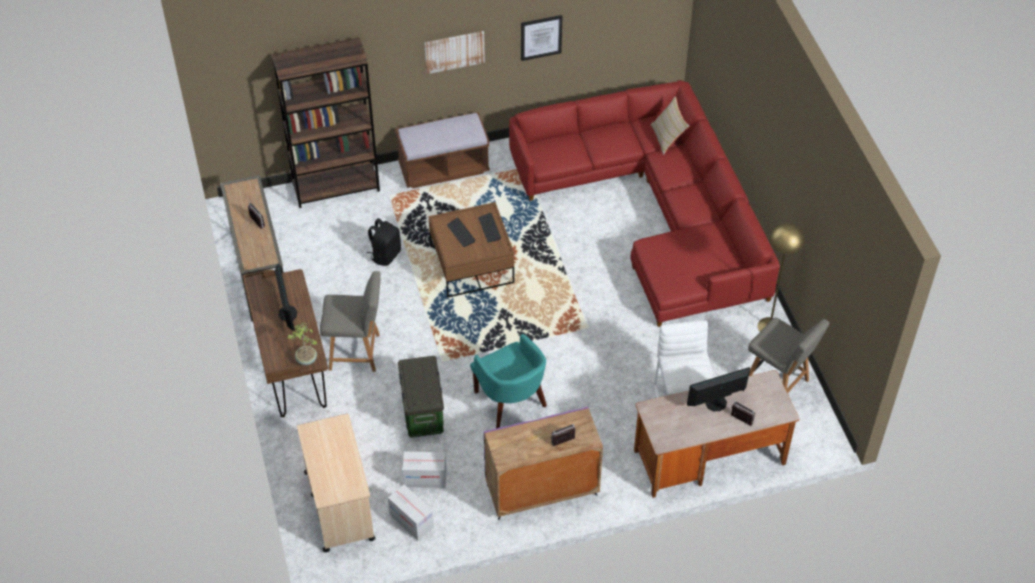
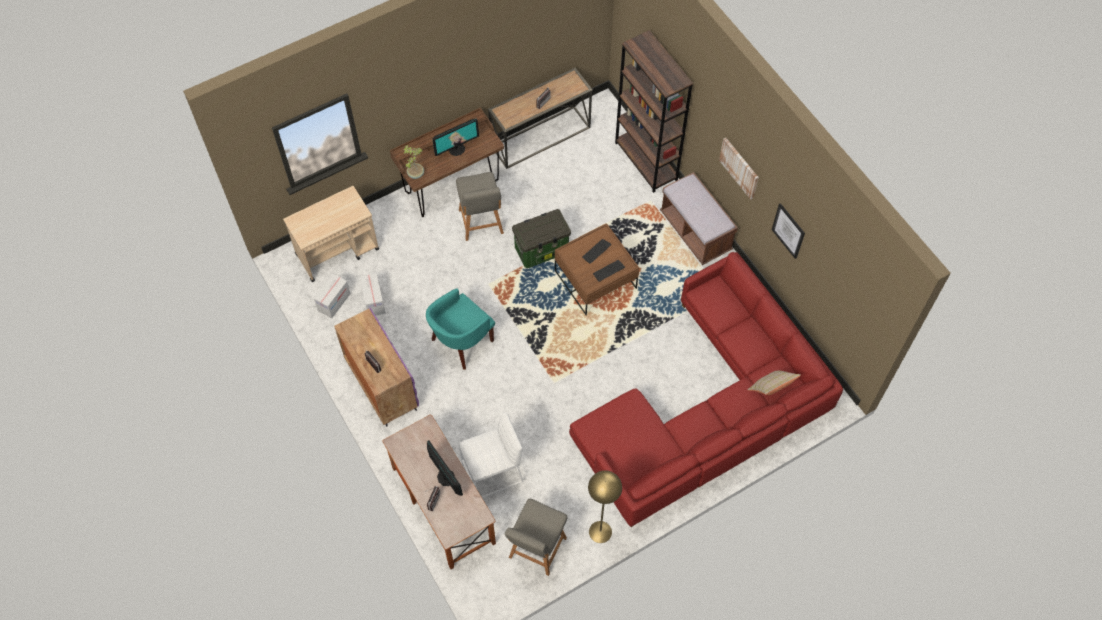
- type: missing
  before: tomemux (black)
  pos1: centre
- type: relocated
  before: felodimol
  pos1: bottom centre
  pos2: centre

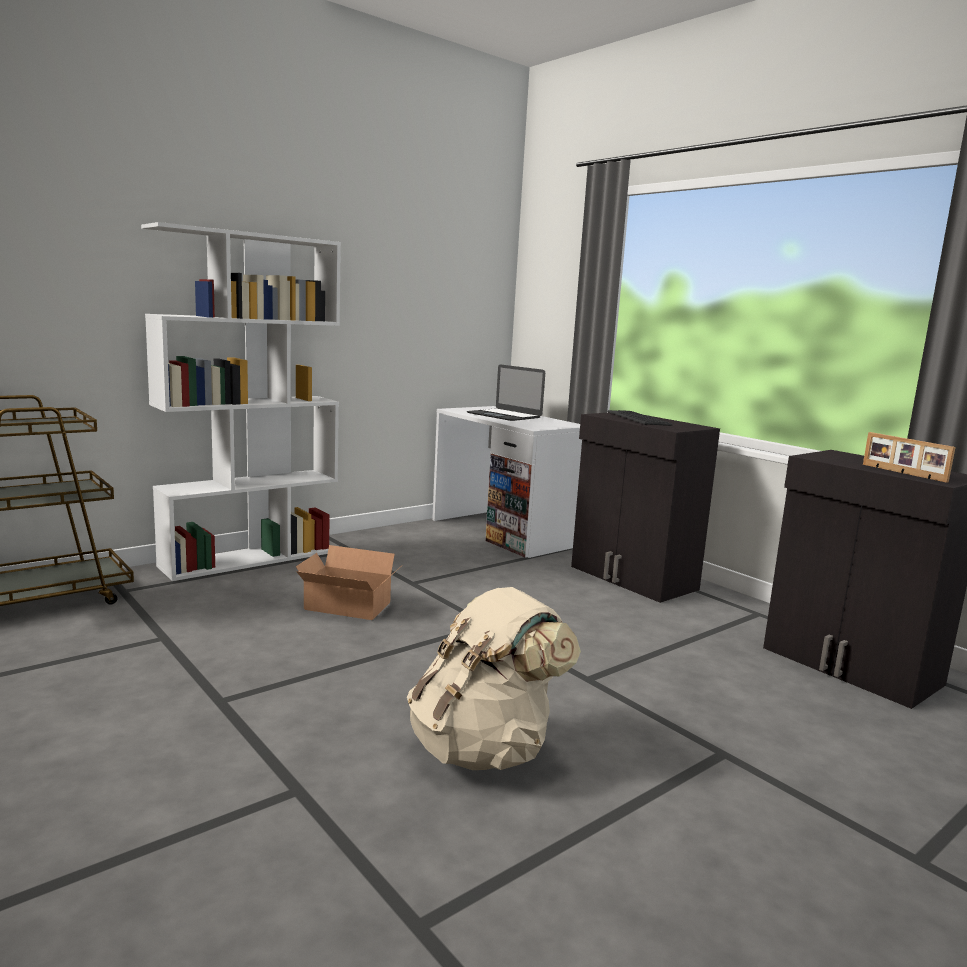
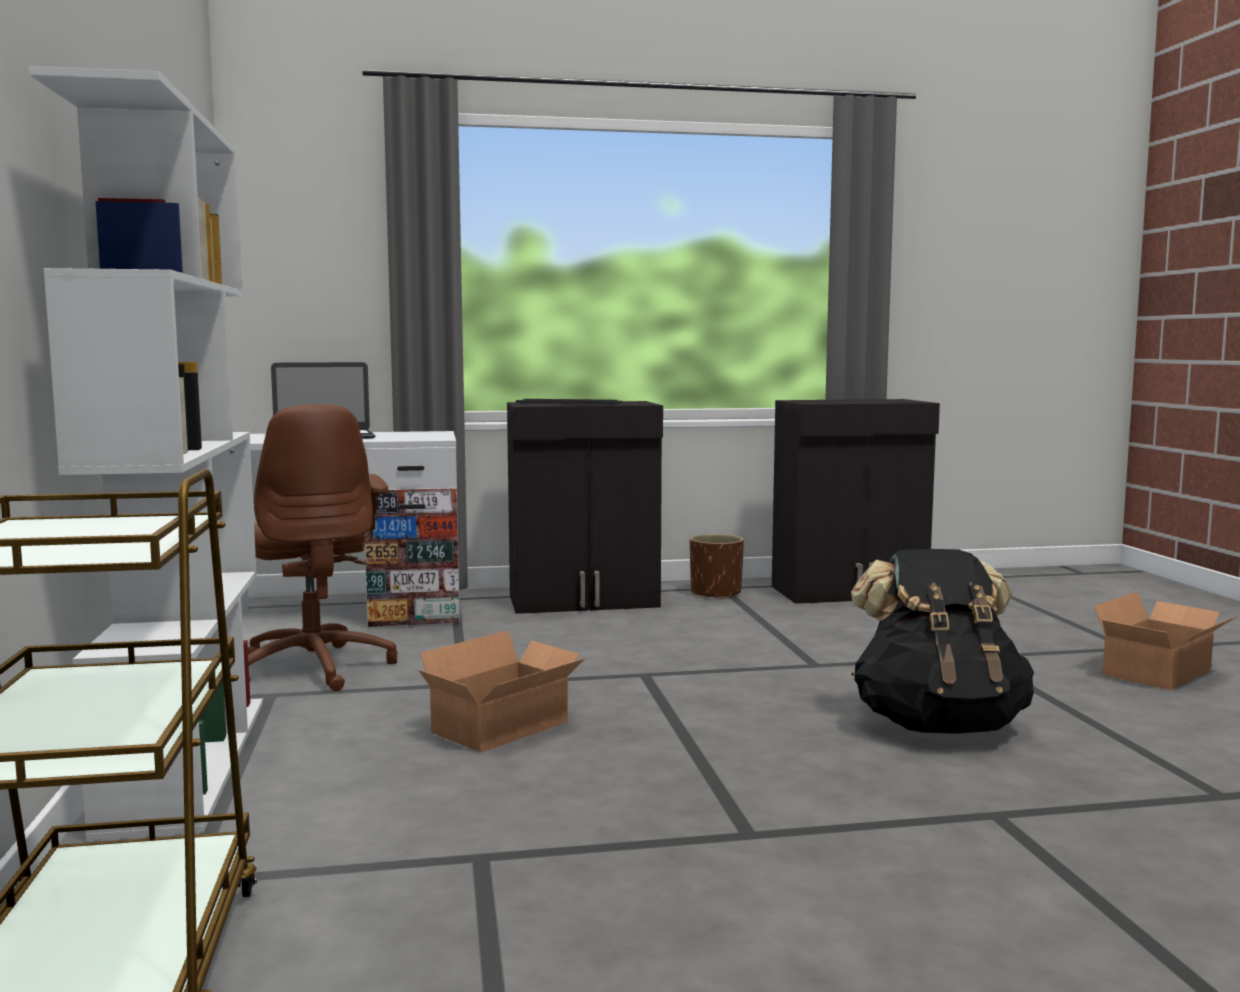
- type: missing
  before: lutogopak
  pos1: middle right
- type: colour
  before: tomemux (beige)
  after: tomemux (black)
  pos1: bottom centre
  pos2: middle right
- type: appeared
  after: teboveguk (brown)
  pos2: middle left
- type: appeared
  after: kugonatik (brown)
  pos2: centre
- type: appeared
  after: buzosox (no. 2 from left)
  pos2: middle right

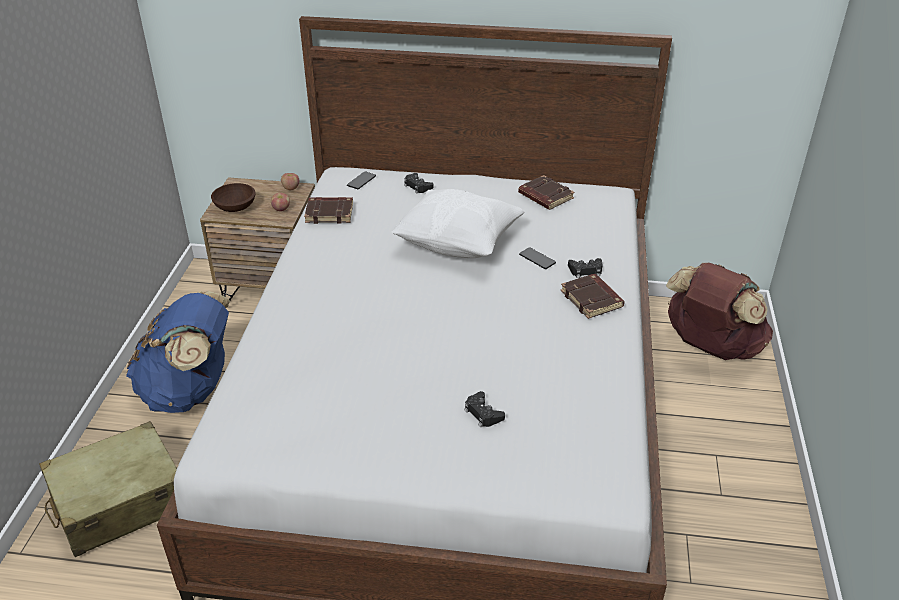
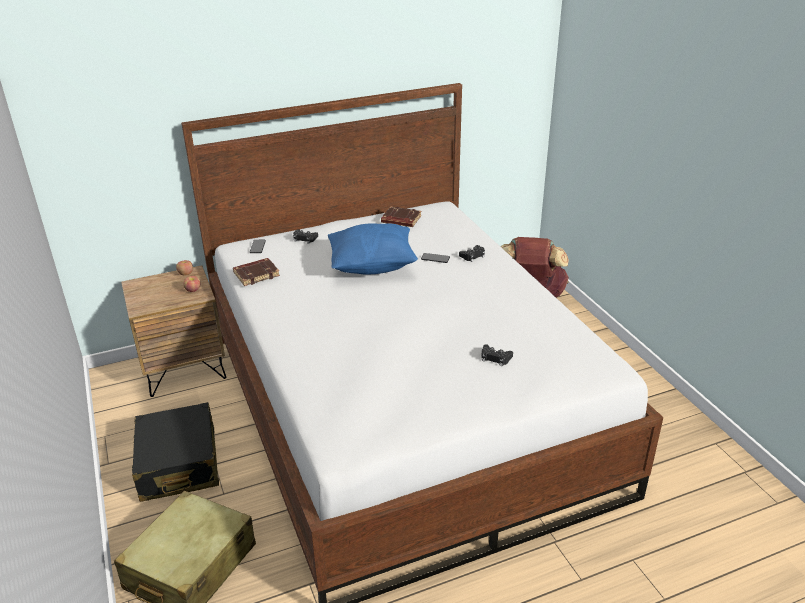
- type: missing
  before: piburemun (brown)
  pos1: top left
- type: colour
  before: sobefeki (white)
  after: sobefeki (blue)
  pos1: centre
  pos2: centre
- type: missing
  before: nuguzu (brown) (no. 3 from left)
  pos1: centre
- type: exchanged
  before: tomemux (blue)
  after: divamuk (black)
  pos1: middle left
  pos2: bottom left

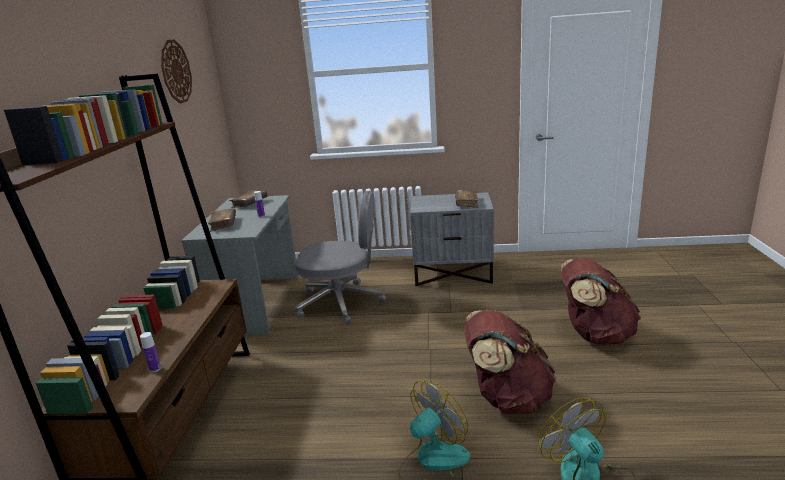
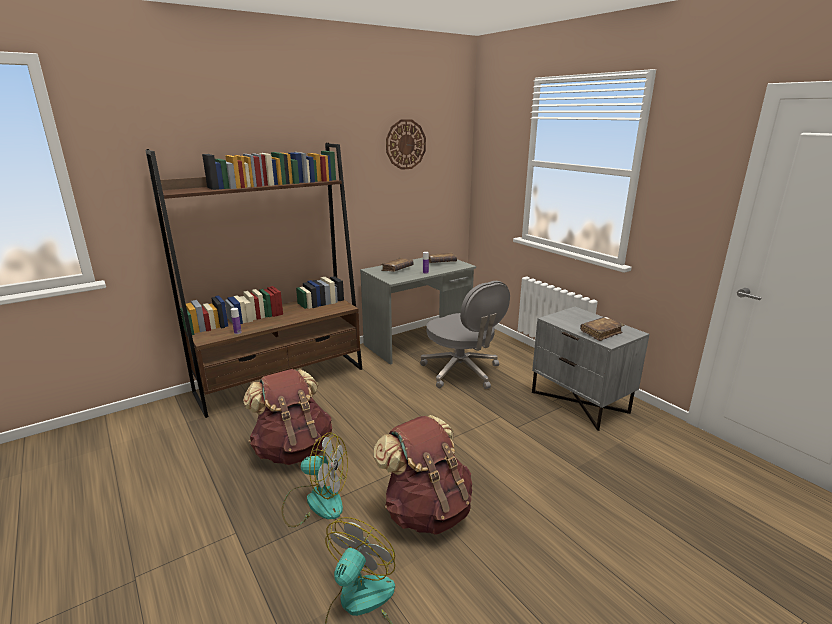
- type: relocated
  before: tomemux (brown) (no. 2 from left in the first image)
  after: tomemux (brown) (no. 1 from left)
  pos1: middle right
  pos2: bottom centre

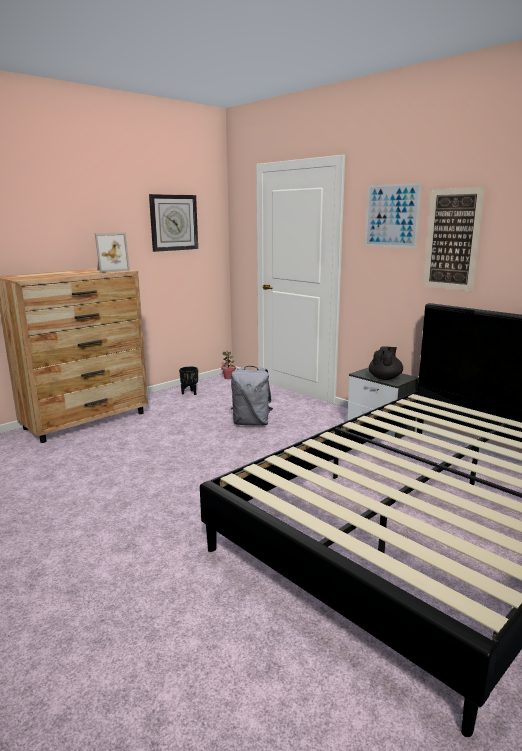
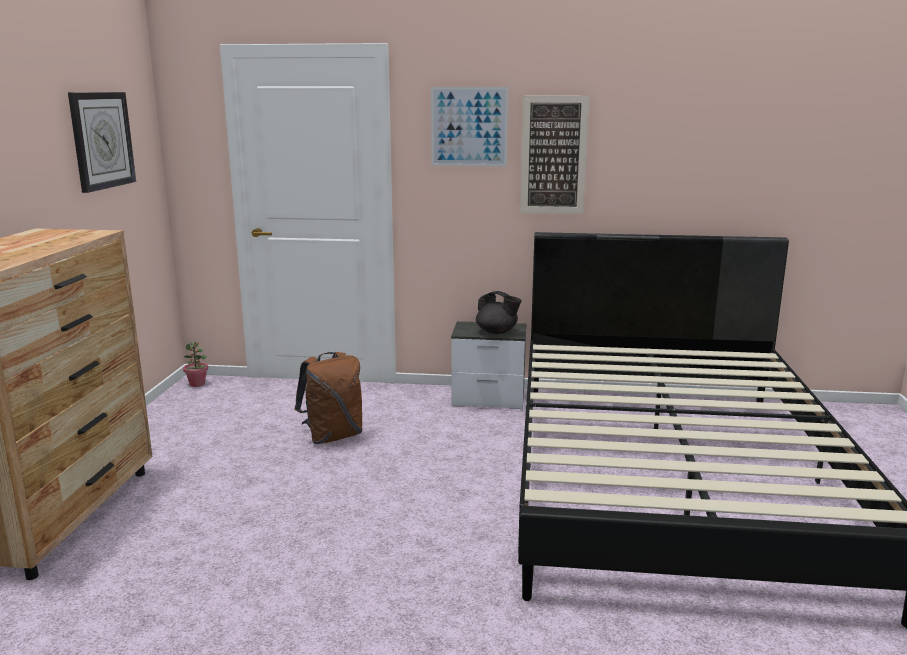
- type: missing
  before: lutogopak
  pos1: middle left
- type: spun
  before: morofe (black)
  pos1: middle right
  pos2: centre
  turn: 135
- type: missing
  before: kugonatik (black)
  pos1: centre
- type: colour
  before: tomemux (grey)
  after: tomemux (brown)
  pos1: centre
  pos2: centre

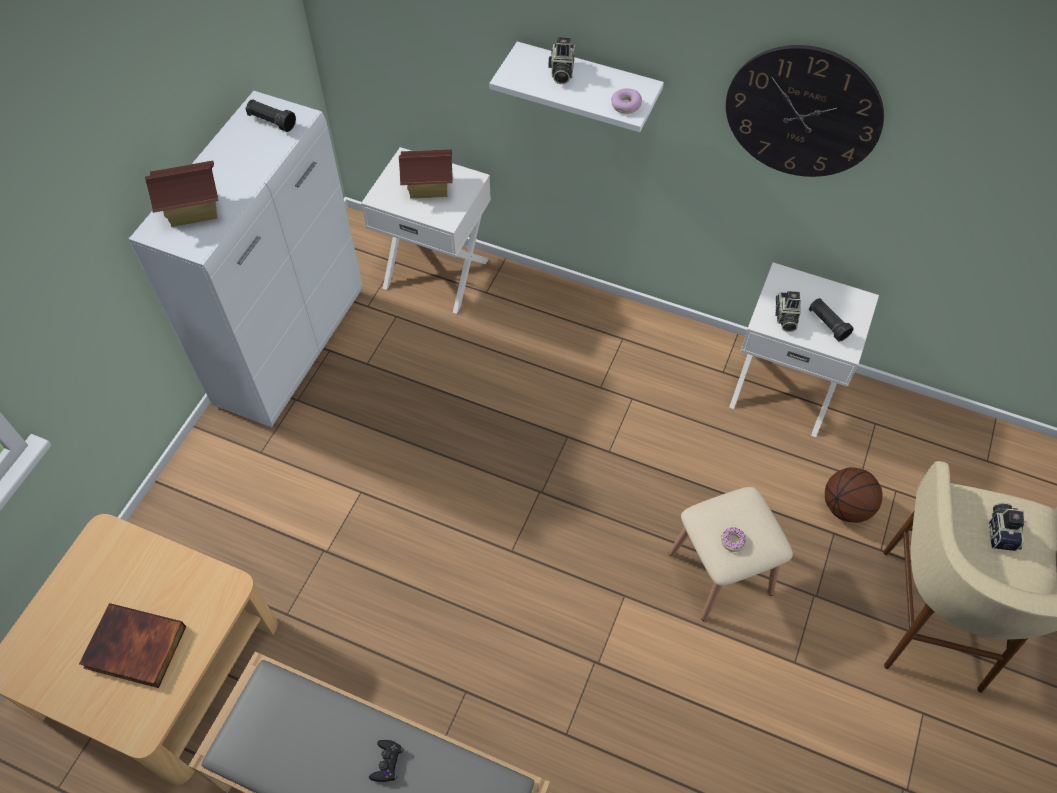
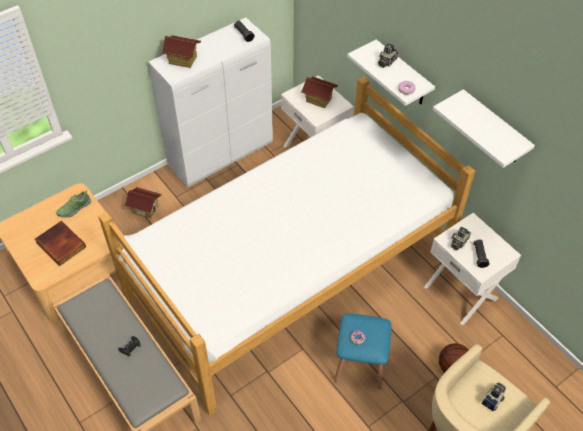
- type: exchanged
  before: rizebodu
  after: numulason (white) (no. 2 from left)
  pos1: top right
  pos2: top right
- type: colour
  before: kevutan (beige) (no. 1 from left)
  after: kevutan (blue)
  pos1: bottom right
  pos2: bottom centre
- type: appeared
  after: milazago
  pos2: centre
- type: appeared
  after: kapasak (no. 1 from left)
  pos2: middle left
- type: appeared
  after: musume
  pos2: middle left

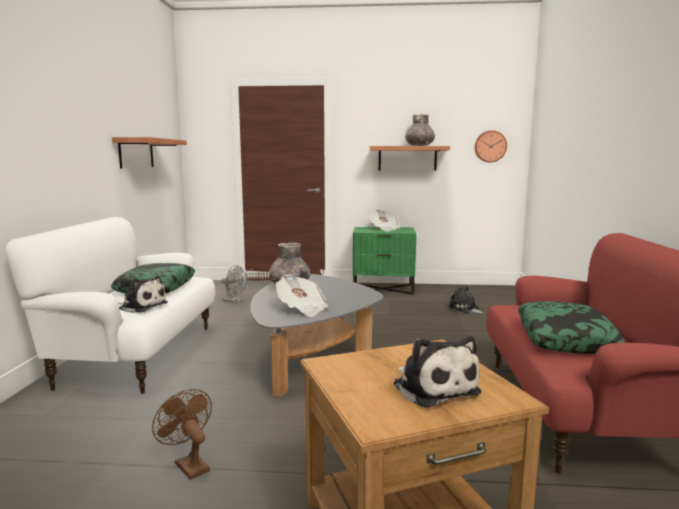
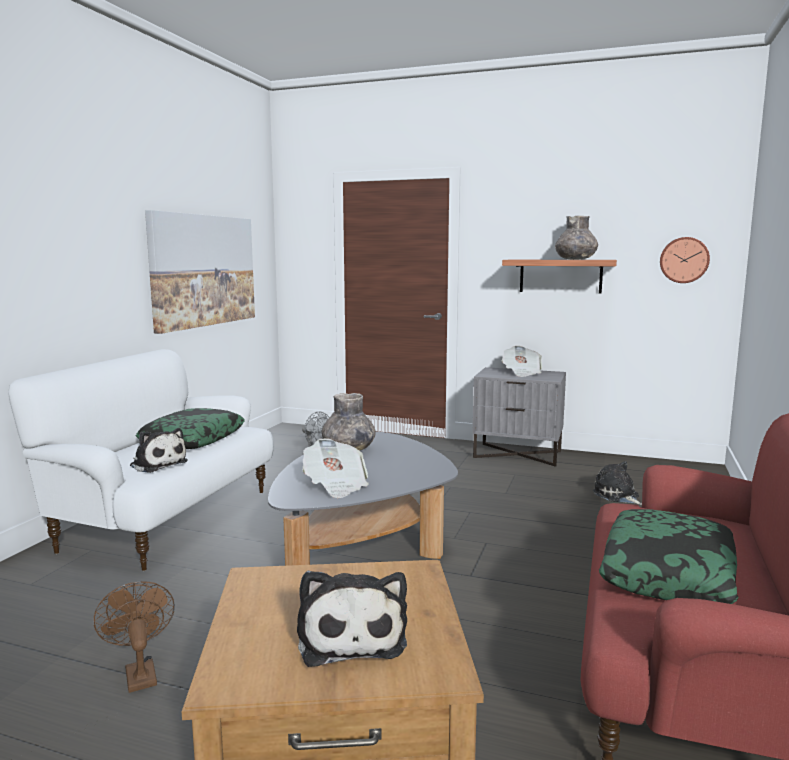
- type: exchanged
  before: numulason (no. 1 from left)
  after: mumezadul
  pos1: top left
  pos2: middle left
- type: colour
  before: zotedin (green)
  after: zotedin (grey)
  pos1: centre
  pos2: centre

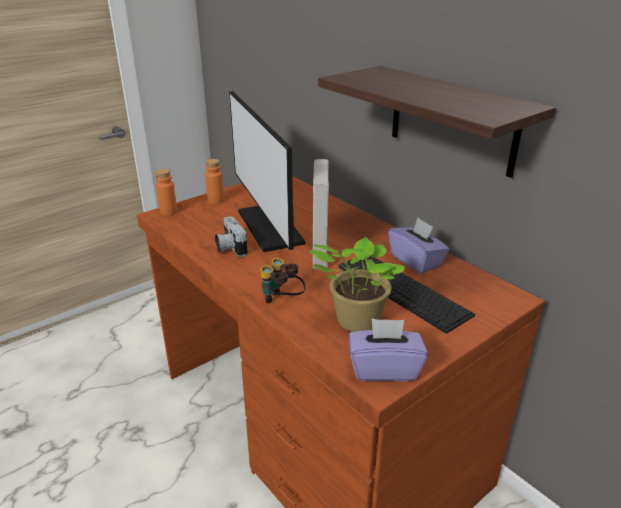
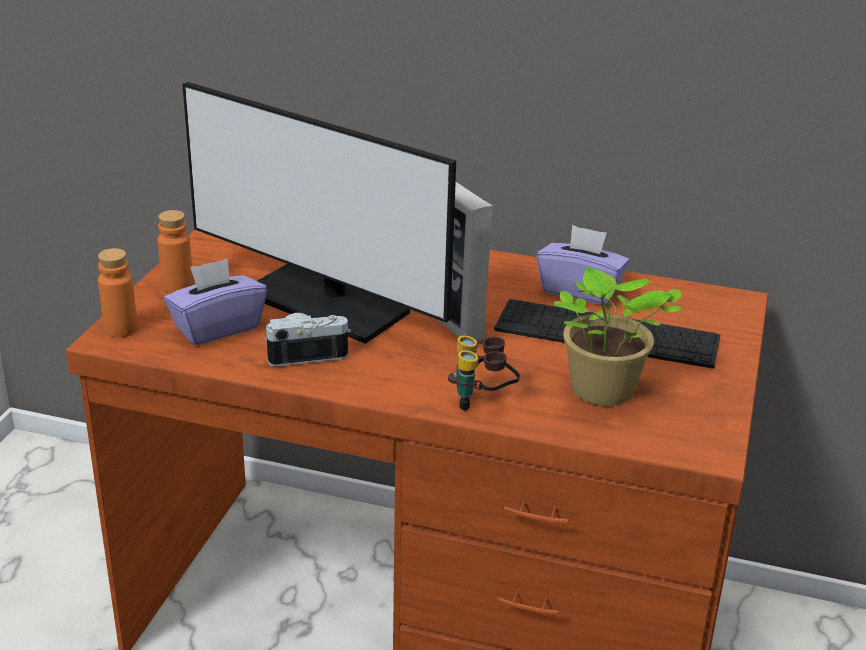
- type: missing
  before: numulason
  pos1: top right
- type: spun
  before: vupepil
  pos1: centre
  pos2: centre
  turn: 135
- type: relocated
  before: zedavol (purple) (no. 1 from left)
  pos1: bottom centre
  pos2: middle left

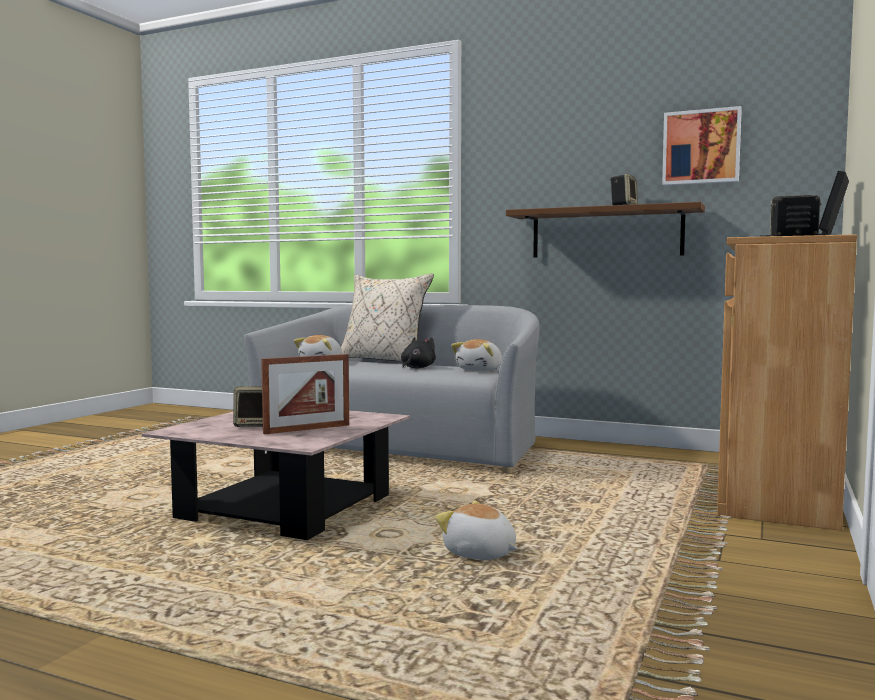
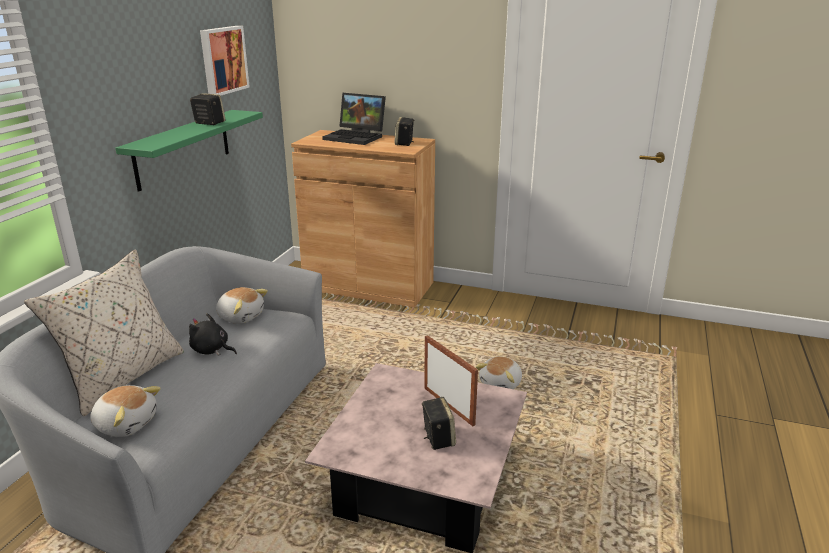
- type: colour
  before: numulason (brown)
  after: numulason (green)
  pos1: top right
  pos2: top left

